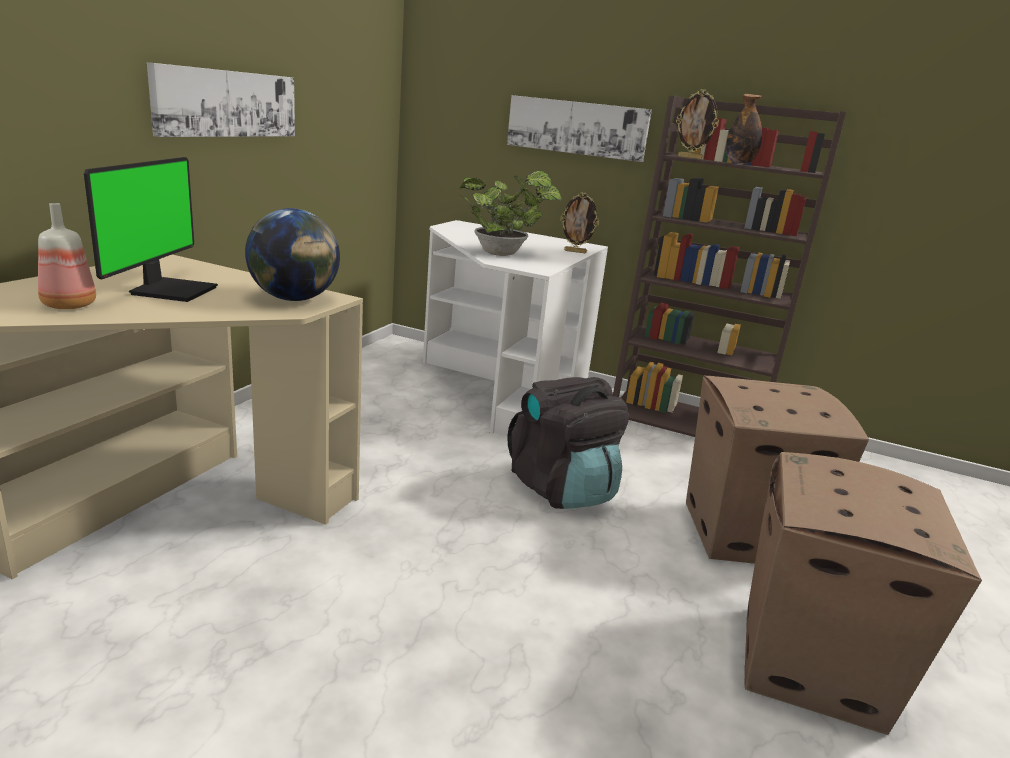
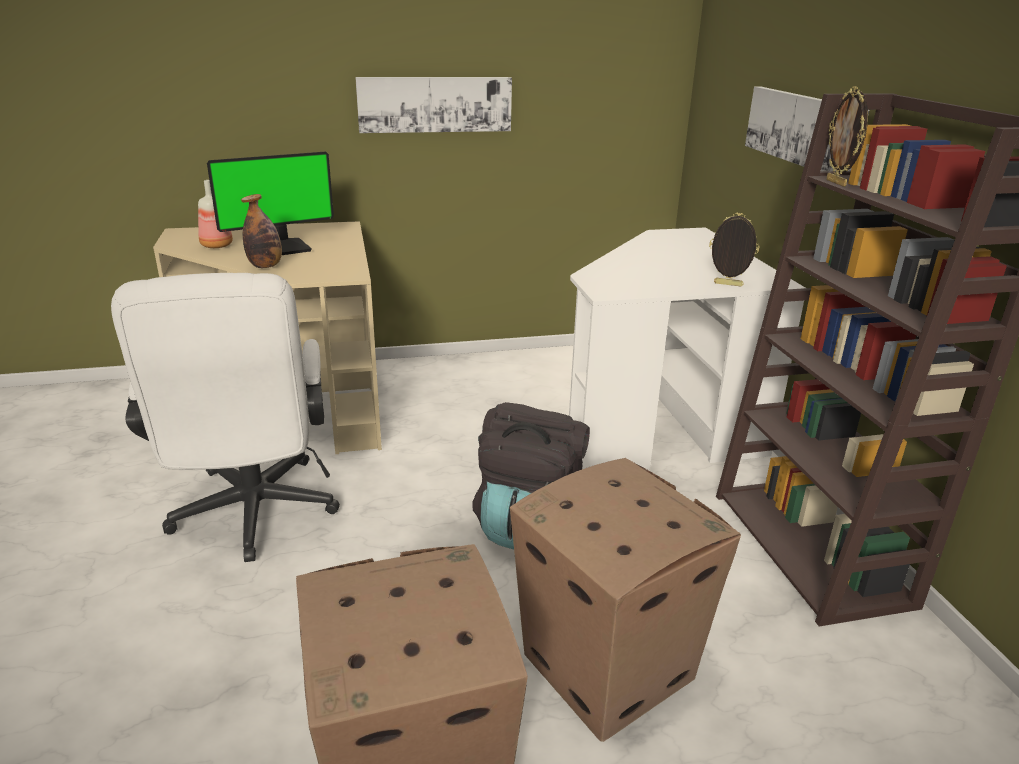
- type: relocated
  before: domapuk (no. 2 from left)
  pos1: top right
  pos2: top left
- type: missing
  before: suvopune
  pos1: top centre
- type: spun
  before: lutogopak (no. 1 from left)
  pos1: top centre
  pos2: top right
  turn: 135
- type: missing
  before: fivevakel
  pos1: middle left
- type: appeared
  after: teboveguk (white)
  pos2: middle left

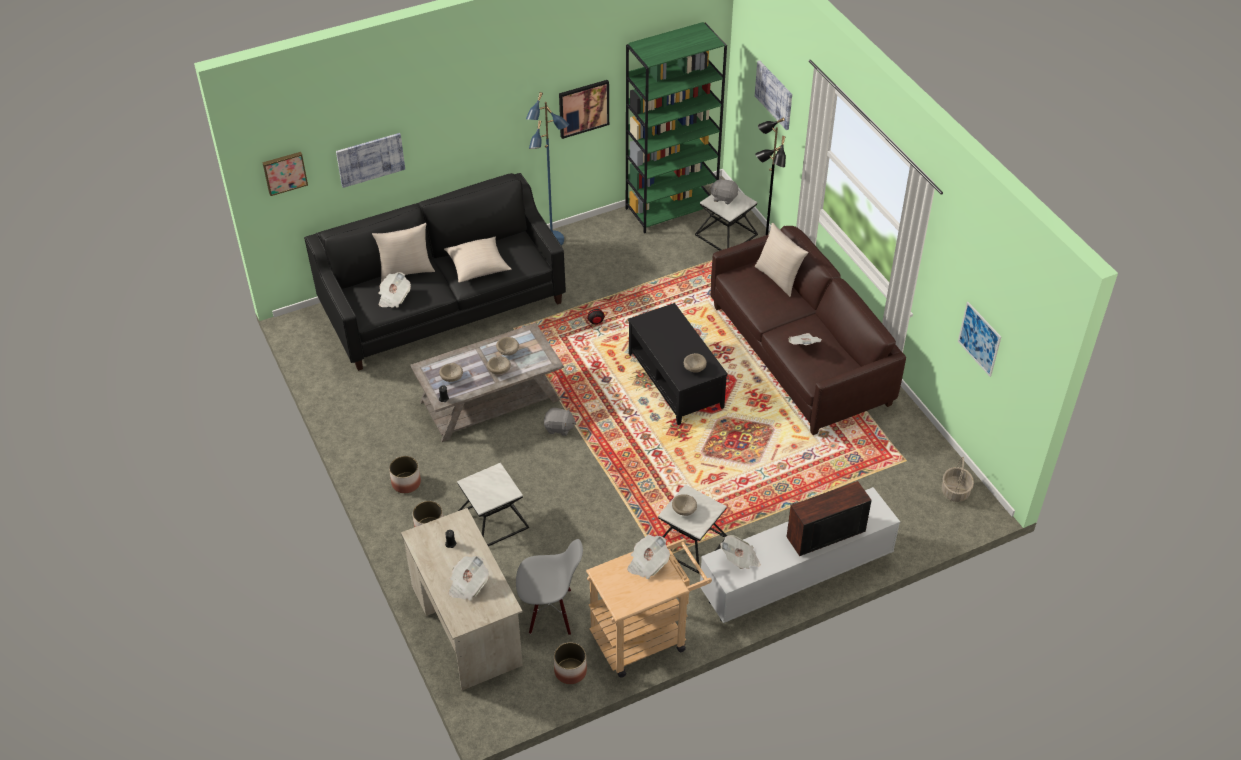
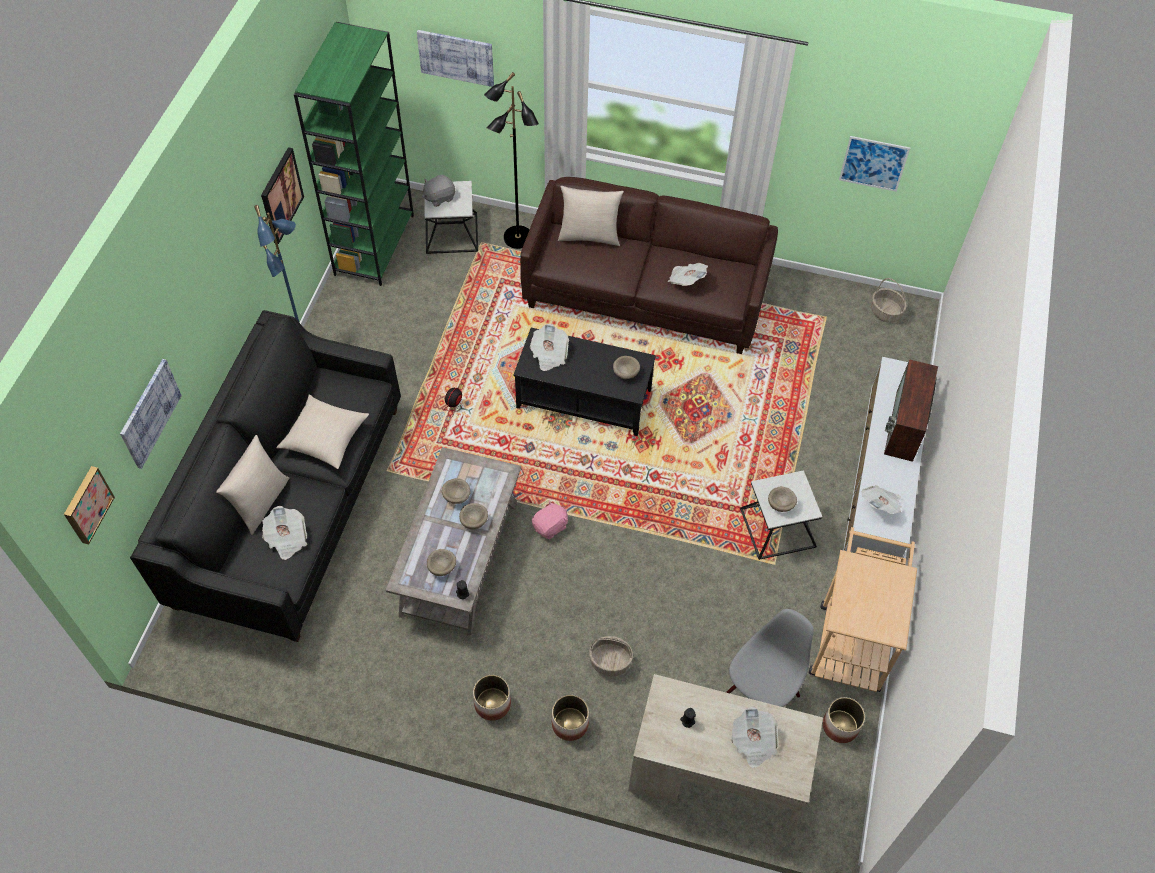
- type: colour
  before: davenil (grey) (no. 1 from left)
  after: davenil (pink)
  pos1: centre
  pos2: centre
- type: exchanged
  before: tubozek (no. 1 from left)
  after: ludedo (no. 1 from left)
  pos1: centre
  pos2: bottom centre
- type: relocated
  before: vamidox (no. 3 from left in the first image)
  after: vamidox (no. 2 from left)
  pos1: bottom centre
  pos2: centre

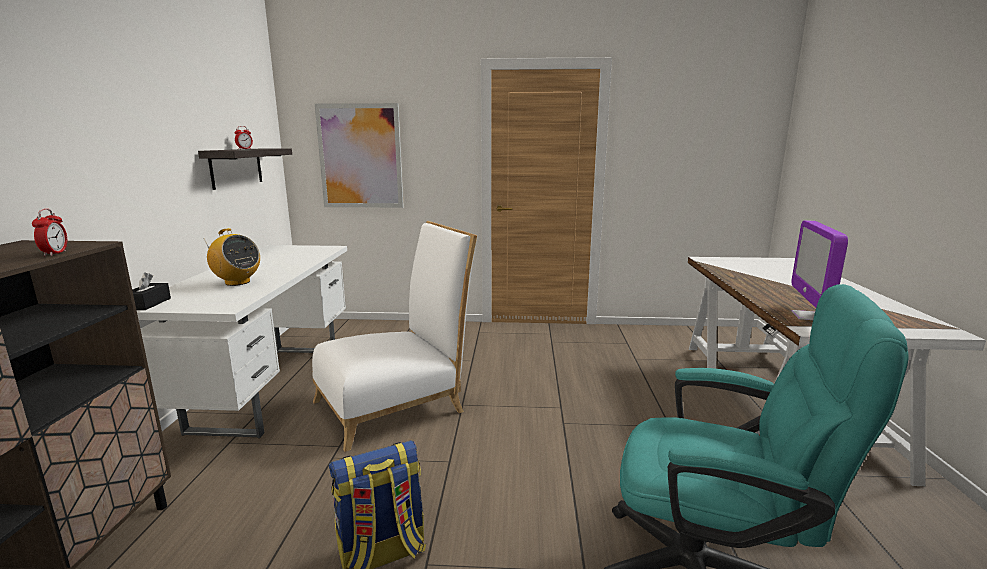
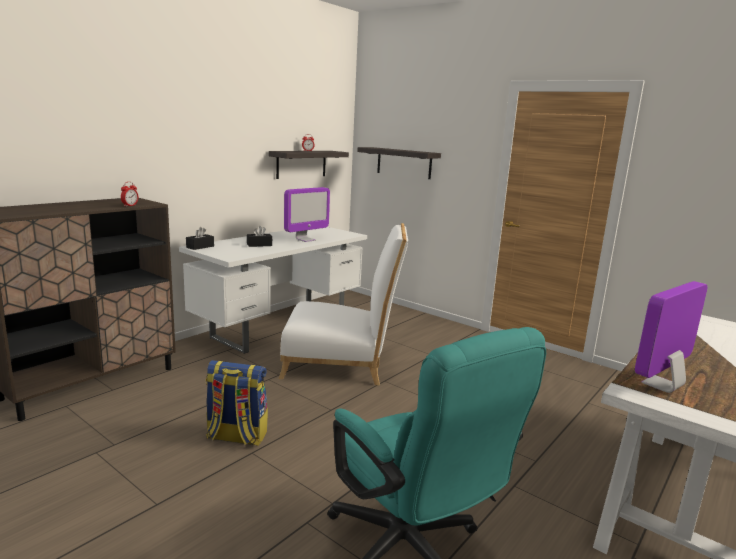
- type: exchanged
  before: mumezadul
  after: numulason (no. 2 from left)
  pos1: top centre
  pos2: top centre
- type: exchanged
  before: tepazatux
  after: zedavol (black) (no. 2 from left)
  pos1: middle left
  pos2: centre
- type: appeared
  after: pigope (no. 1 from left)
  pos2: centre

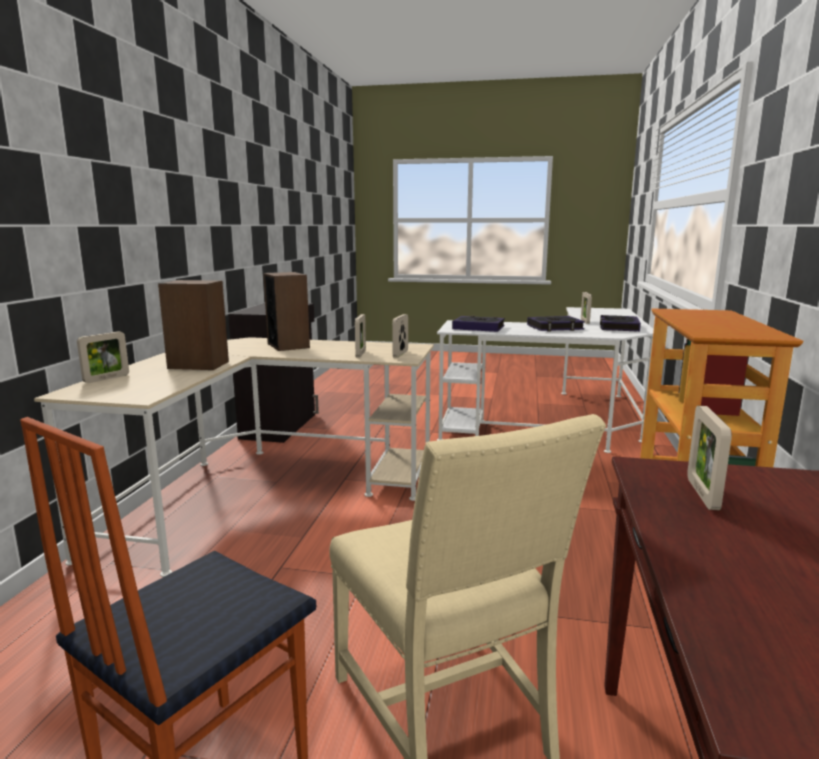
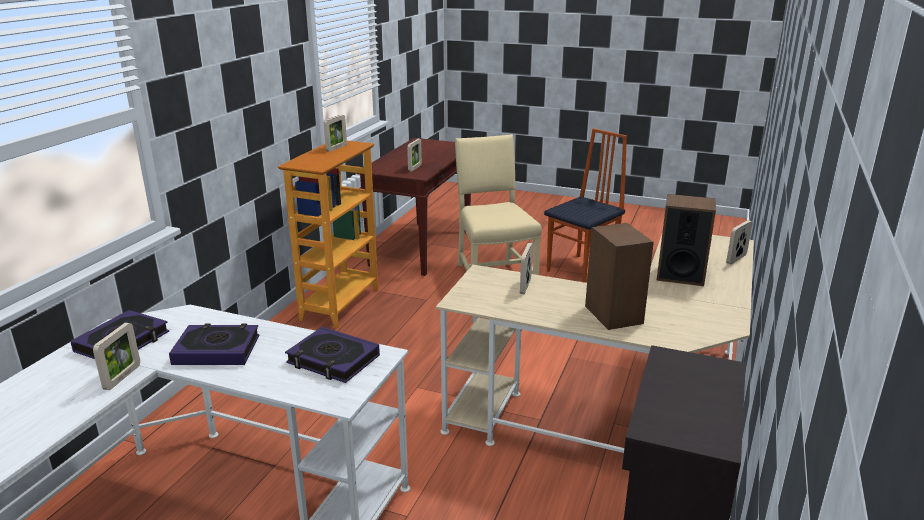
- type: relocated
  before: lutogopak (no. 3 from left in the first image)
  after: lutogopak (no. 2 from left)
  pos1: centre
  pos2: top centre

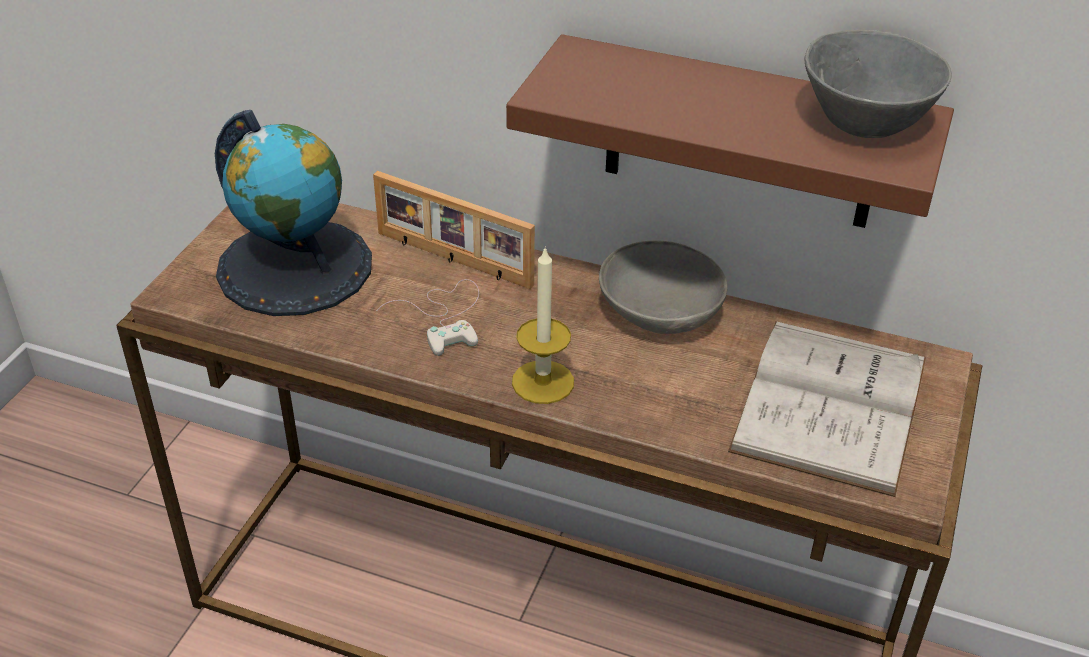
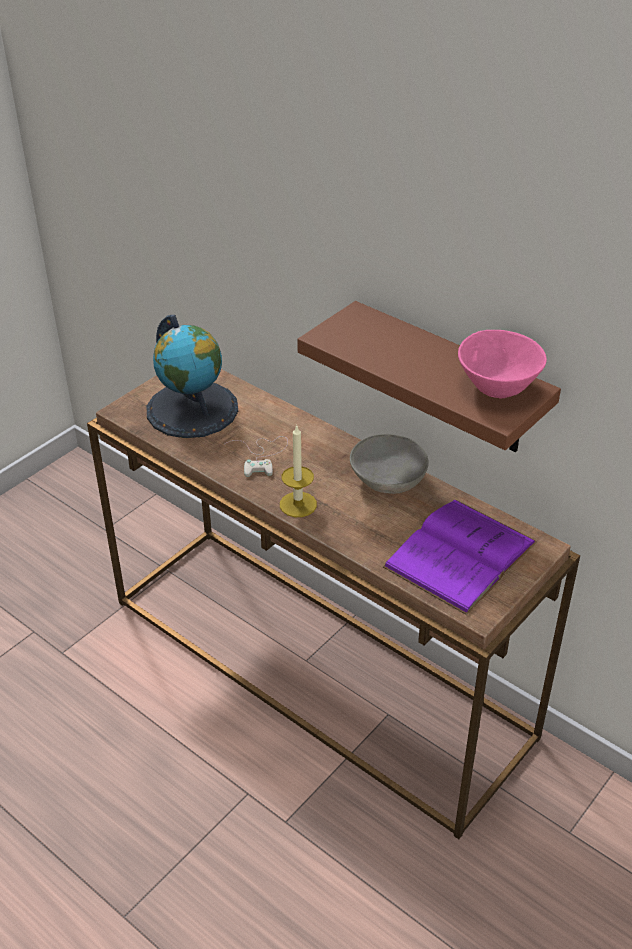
- type: colour
  before: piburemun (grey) (no. 2 from left)
  after: piburemun (pink)
  pos1: top right
  pos2: middle right
- type: missing
  before: lutogopak
  pos1: centre
- type: colour
  before: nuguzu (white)
  after: nuguzu (purple)
  pos1: middle right
  pos2: middle right

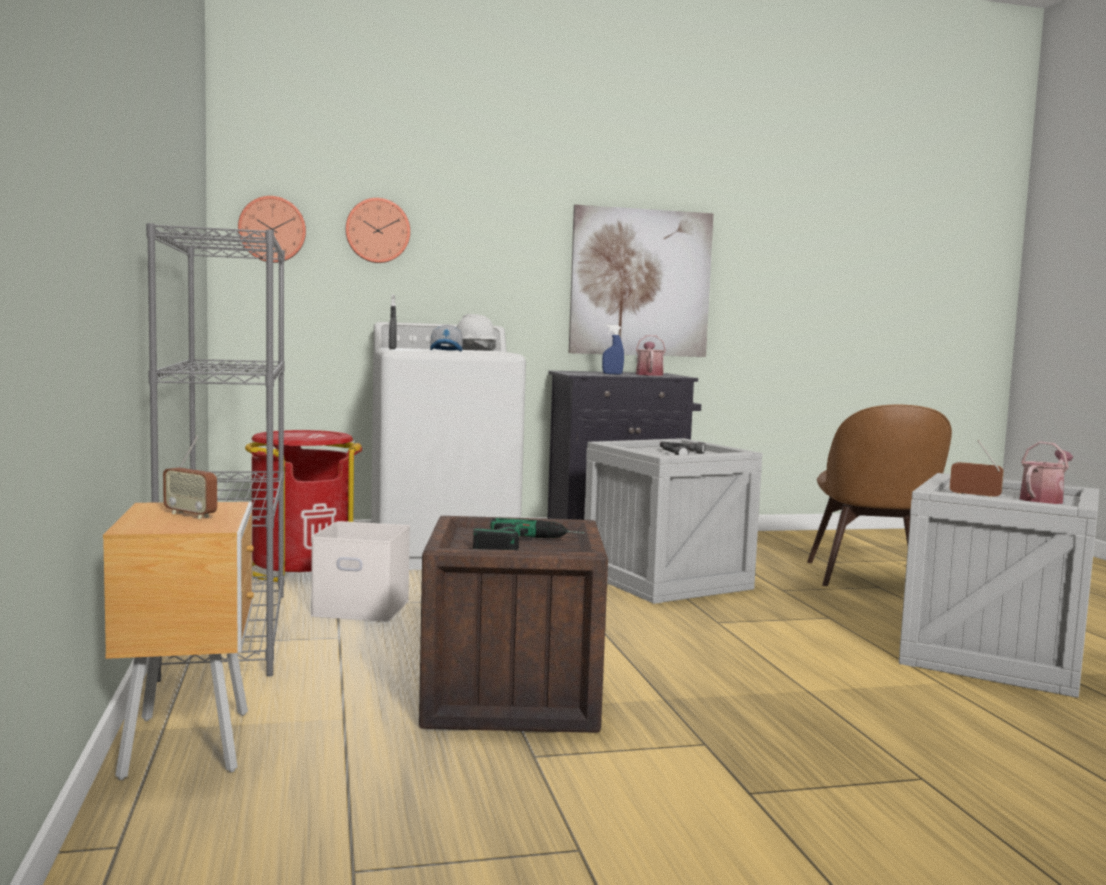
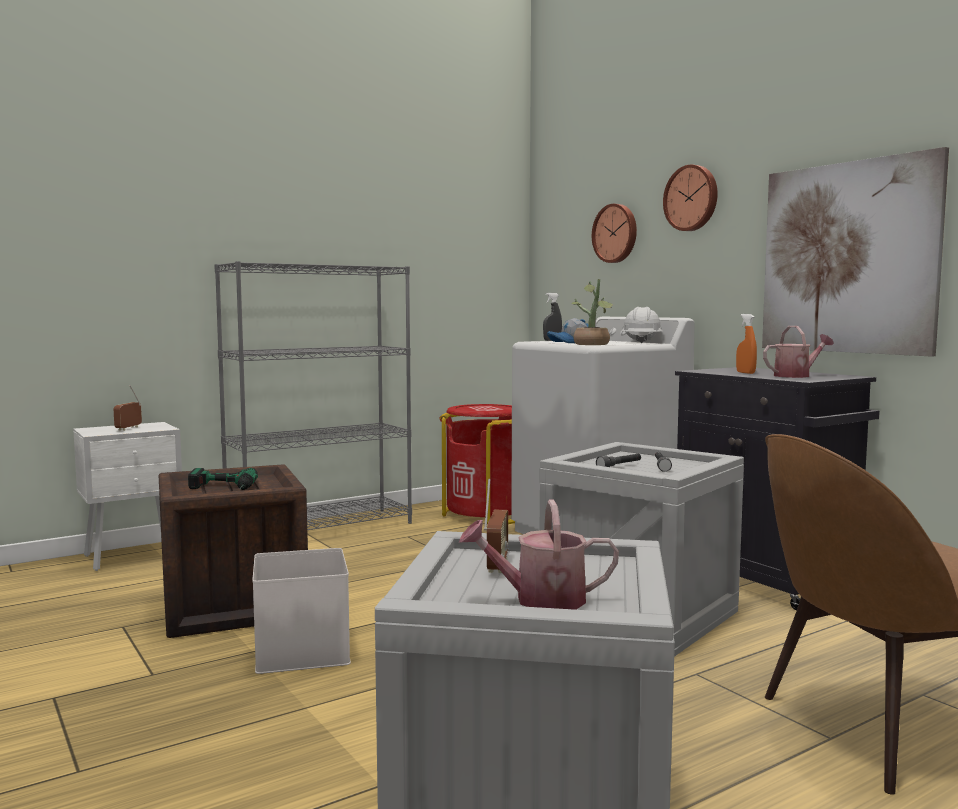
- type: relocated
  before: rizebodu (no. 1 from left in the first image)
  after: rizebodu (no. 2 from left)
  pos1: top left
  pos2: top right
- type: colour
  before: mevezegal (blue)
  after: mevezegal (orange)
  pos1: centre
  pos2: middle right
- type: spun
  before: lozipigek (no. 2 from left in the first image)
  pos1: middle right
  pos2: bottom centre
  turn: 150
- type: colour
  before: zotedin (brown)
  after: zotedin (white)
  pos1: bottom left
  pos2: middle left
- type: relocated
  before: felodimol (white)
  pos1: middle left
  pos2: bottom left
- type: appeared
  after: suvopune
  pos2: centre

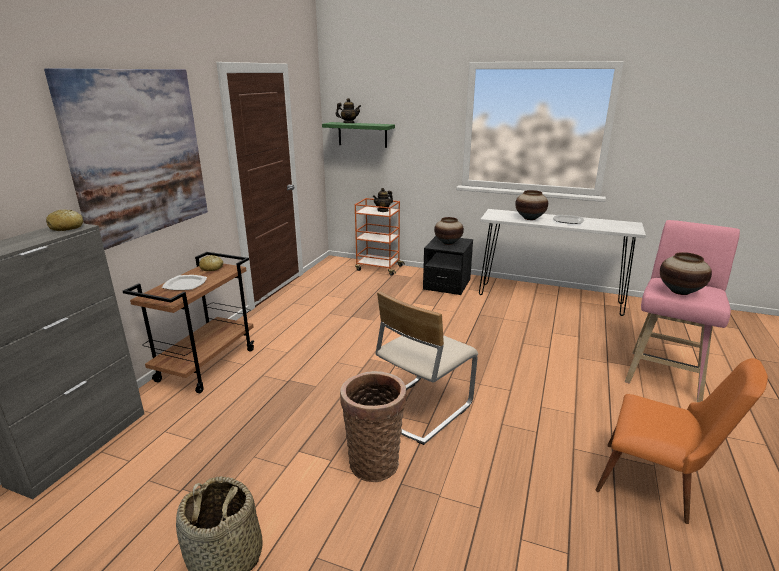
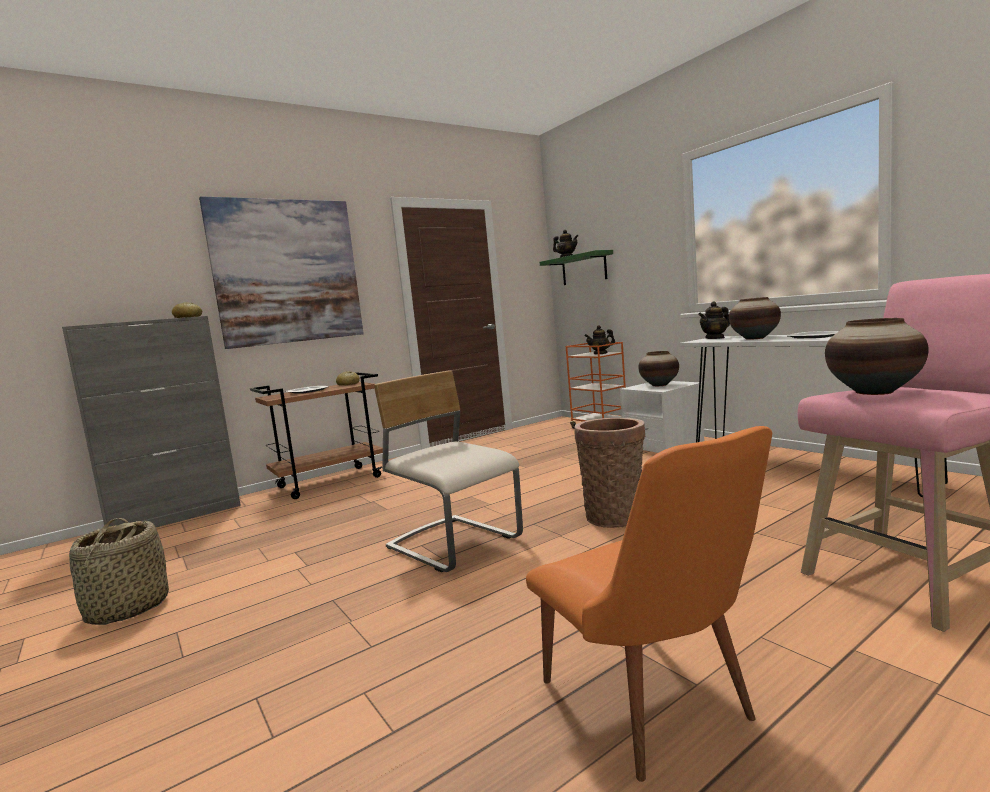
- type: colour
  before: zotedin (black)
  after: zotedin (white)
  pos1: centre
  pos2: middle right
- type: spun
  before: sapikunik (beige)
  pos1: centre
  pos2: centre
  turn: 60
- type: relocated
  before: ludedo (no. 2 from left)
  pos1: bottom centre
  pos2: centre
- type: appeared
  after: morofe (no. 3 from left)
  pos2: middle right

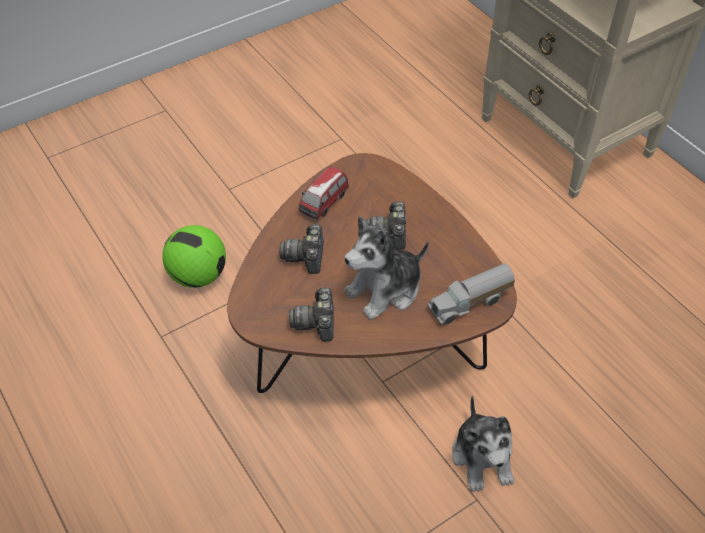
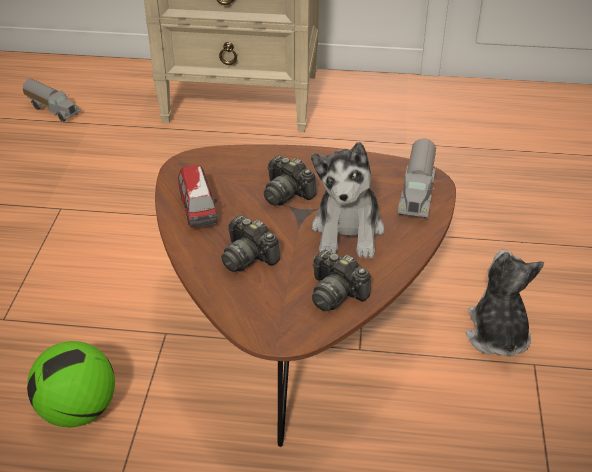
- type: spun
  before: davenil (no. 2 from left)
  pos1: bottom right
  pos2: middle right
  turn: -120
- type: appeared
  after: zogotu (no. 1 from left)
  pos2: top left

